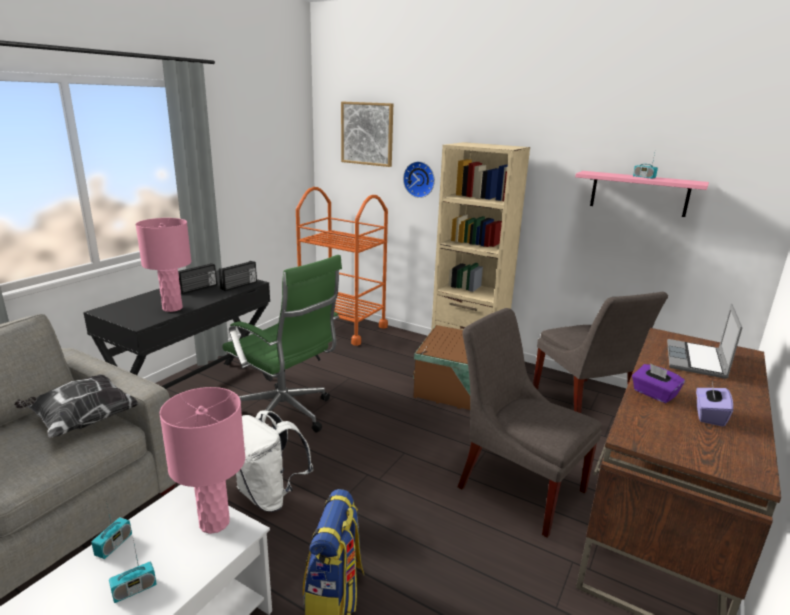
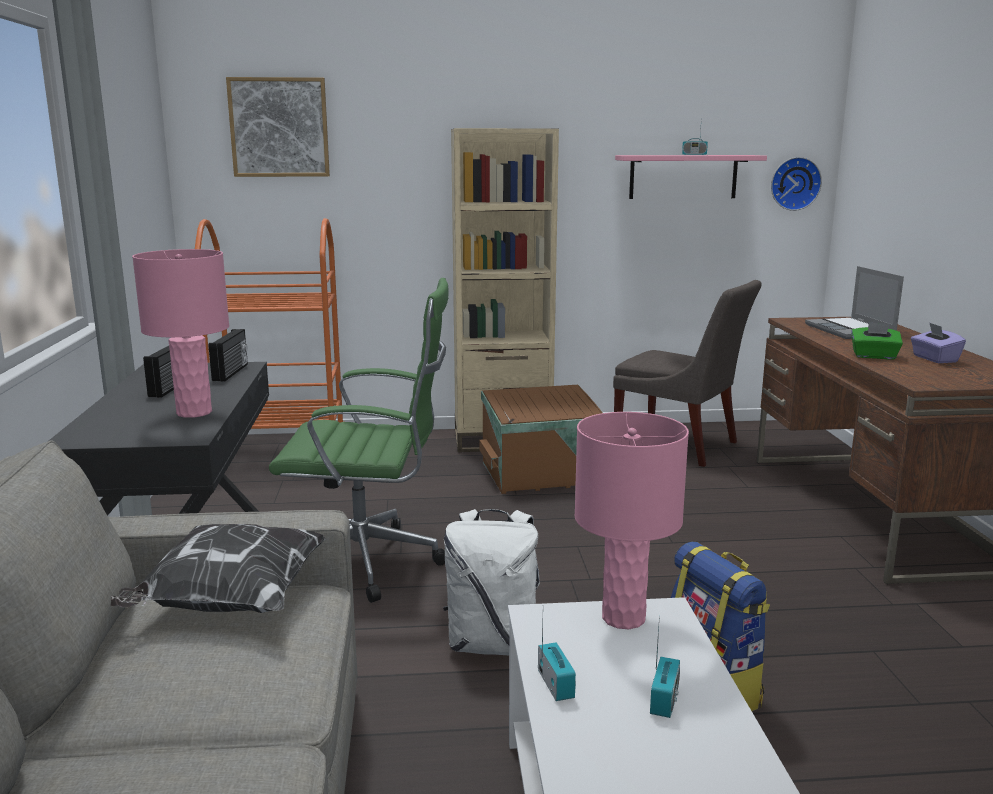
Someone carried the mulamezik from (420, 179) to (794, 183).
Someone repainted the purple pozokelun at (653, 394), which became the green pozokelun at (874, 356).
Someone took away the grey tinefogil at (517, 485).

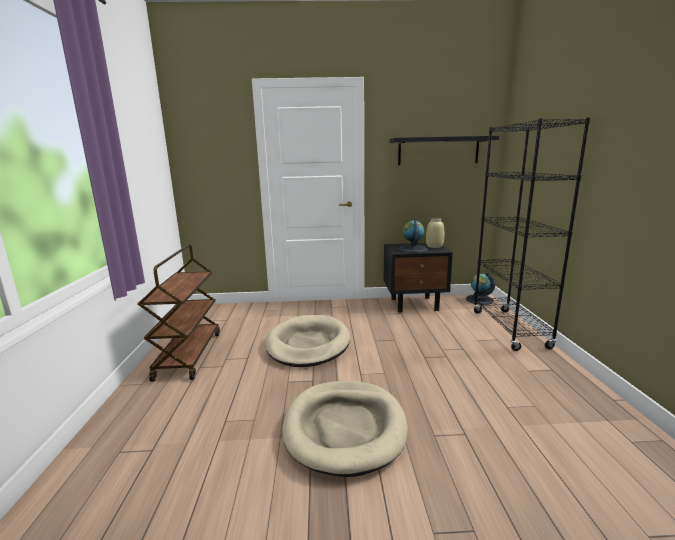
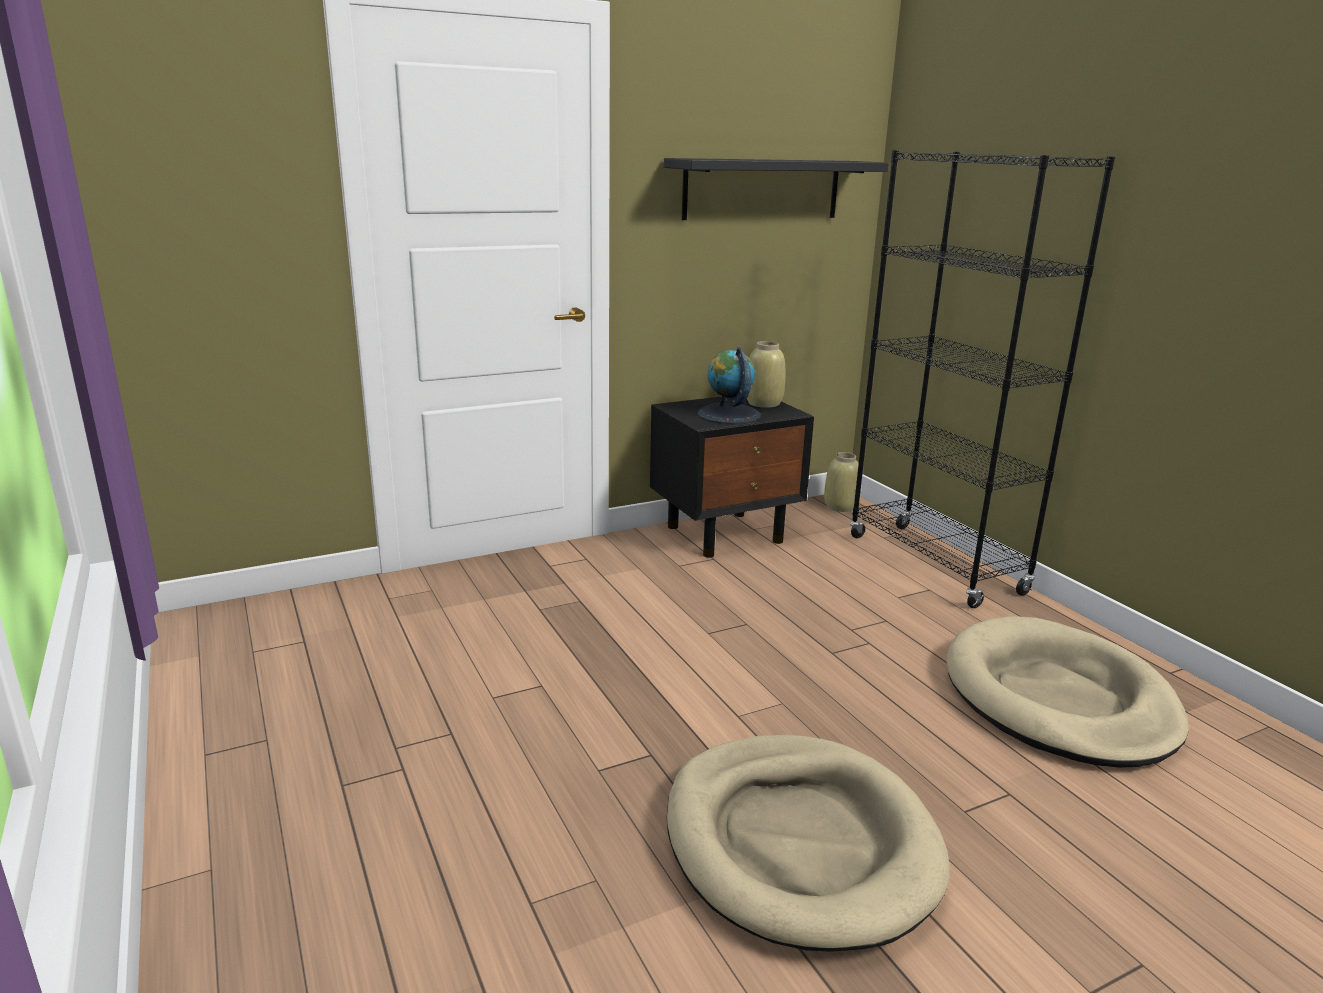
Someone swapped the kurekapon at (479, 299) for the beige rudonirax at (840, 507).
Someone carried the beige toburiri from (308, 344) to (1058, 699).
Someone took away the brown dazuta at (188, 355).

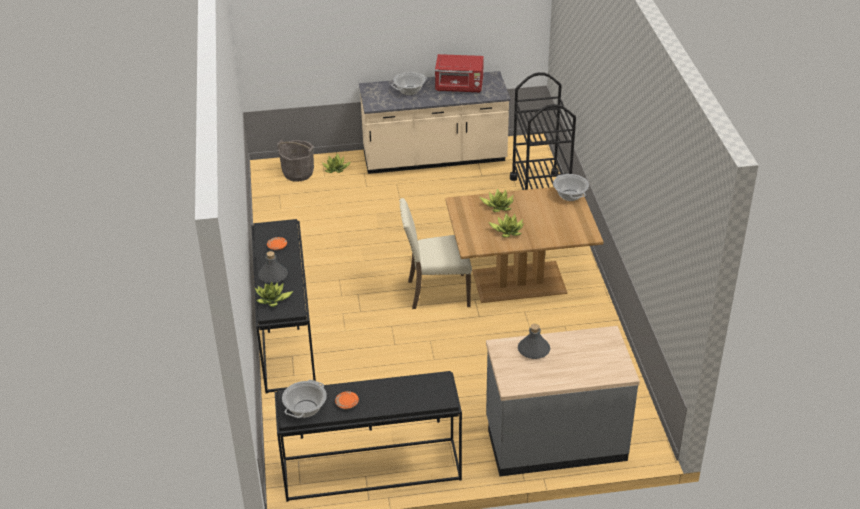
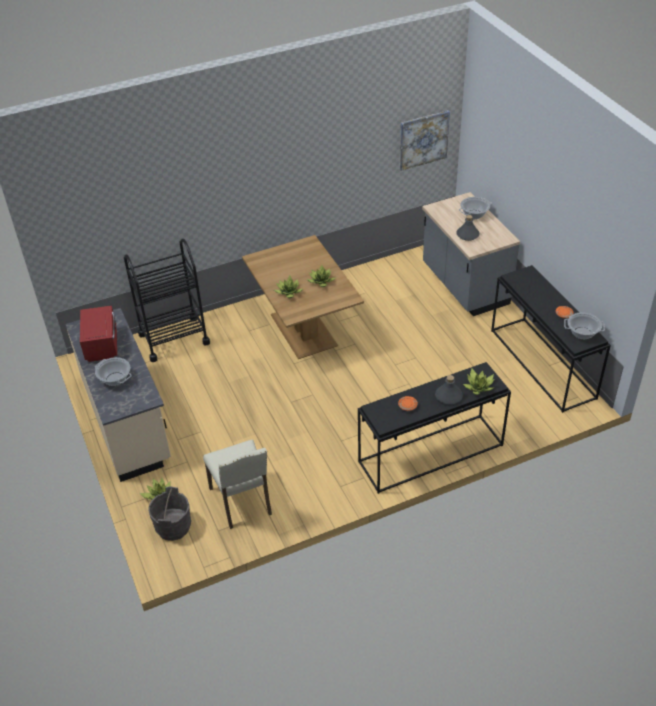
Someone carried the beige tinefogil from (436, 292) to (242, 501).
Someone put up the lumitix at (423, 140).
Someone carried the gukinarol from (570, 195) to (474, 214).

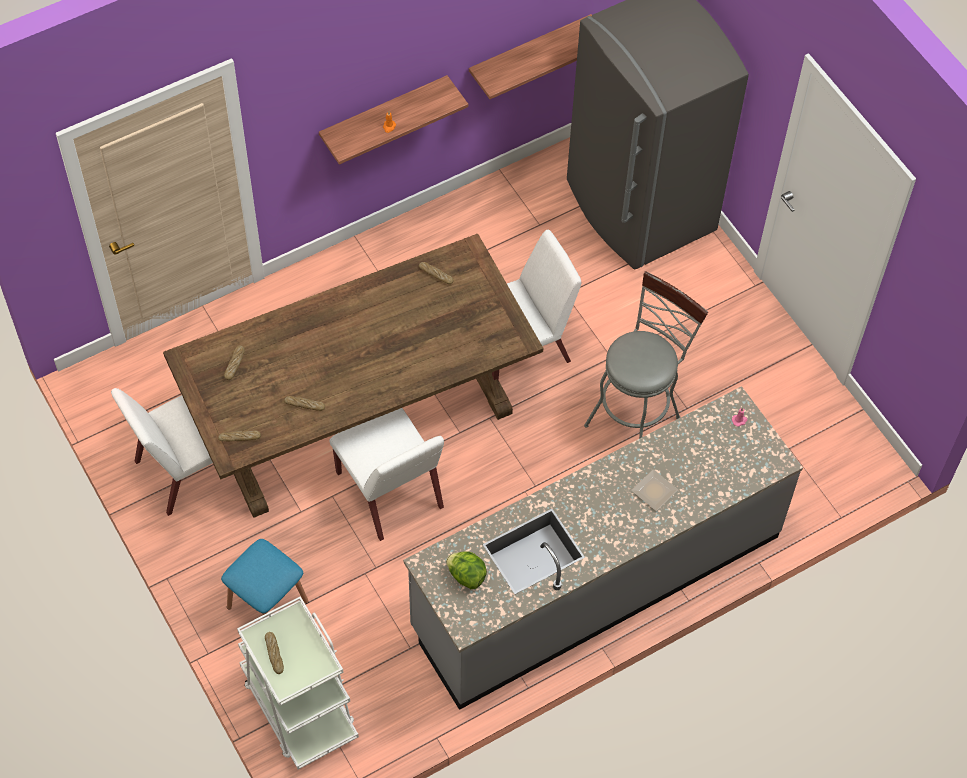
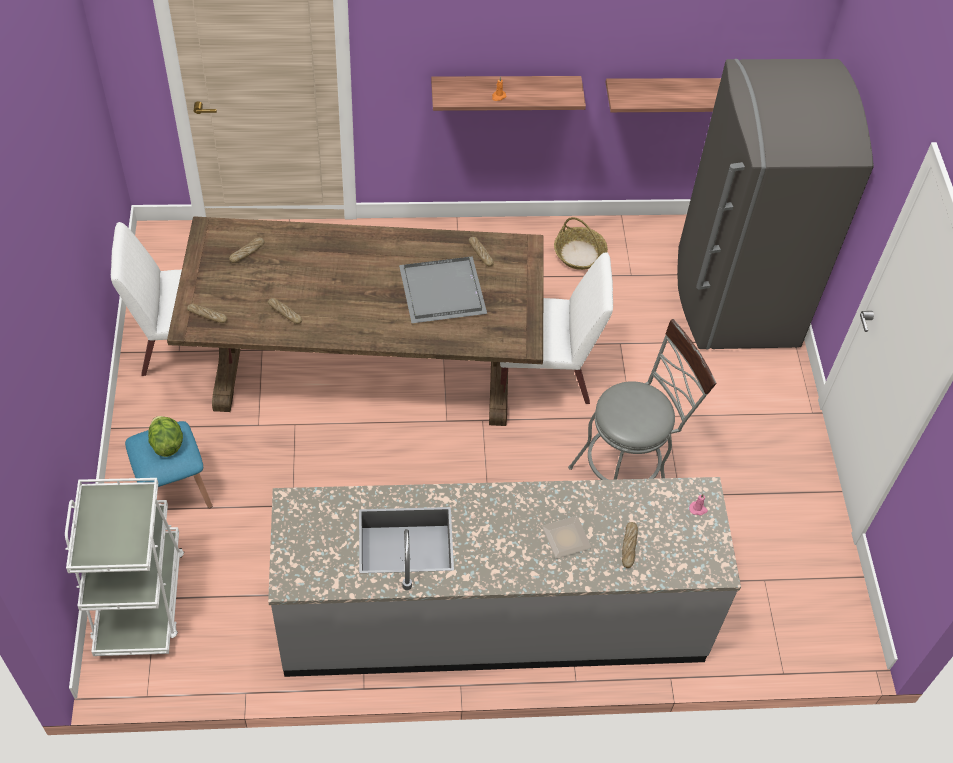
Someone carried the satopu from (466, 575) to (166, 443).
Someone put down the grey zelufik at (444, 292).
Someone put down the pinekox at (579, 254).
Someone carried the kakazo from (274, 654) to (629, 547).
Someone took away the white tinefogil at (390, 491).

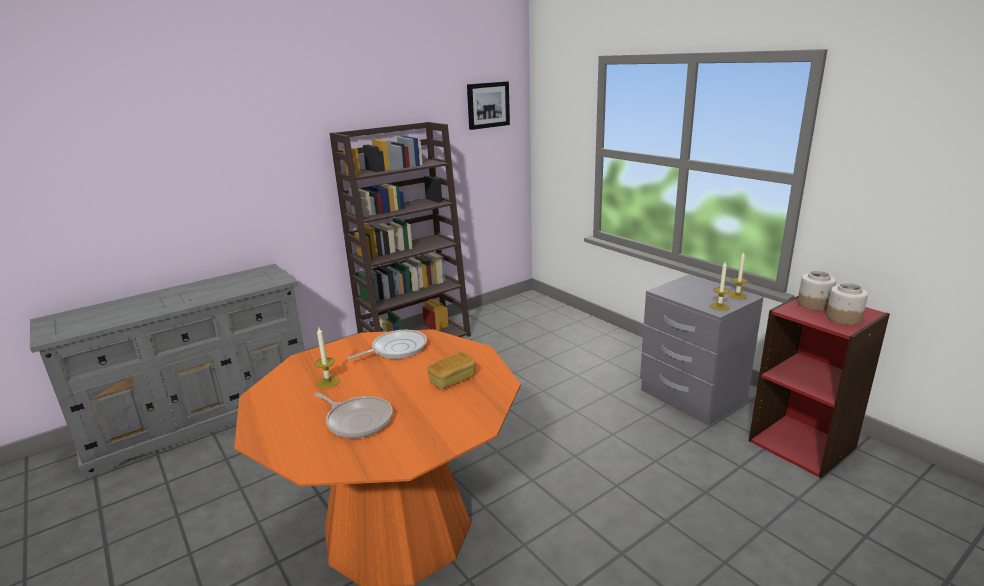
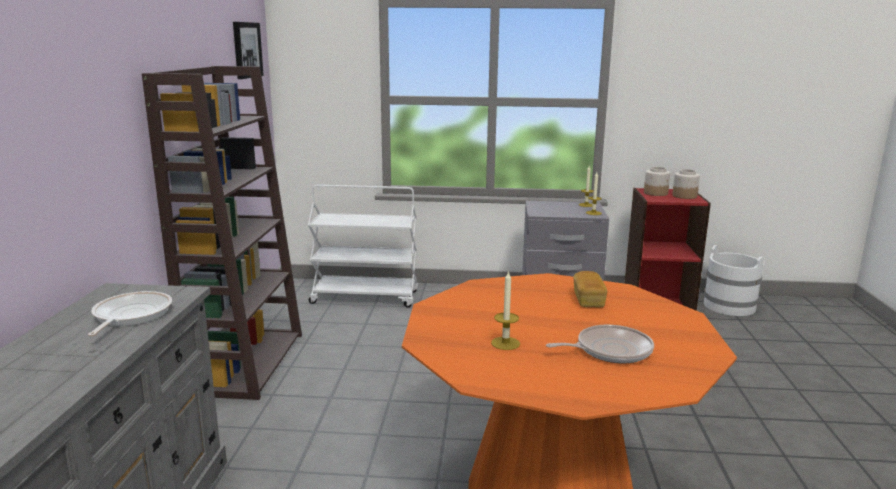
Someone carried the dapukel from (396, 349) to (130, 316).
Someone put down the white dazuta at (366, 297).
Someone put down the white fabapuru at (729, 306).

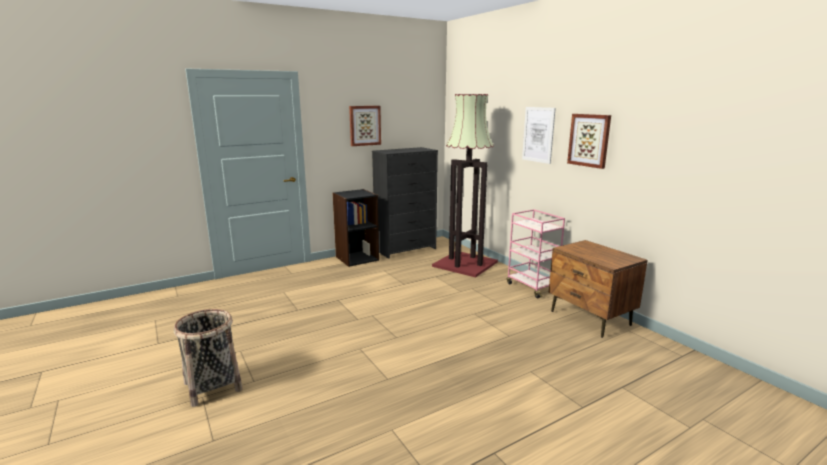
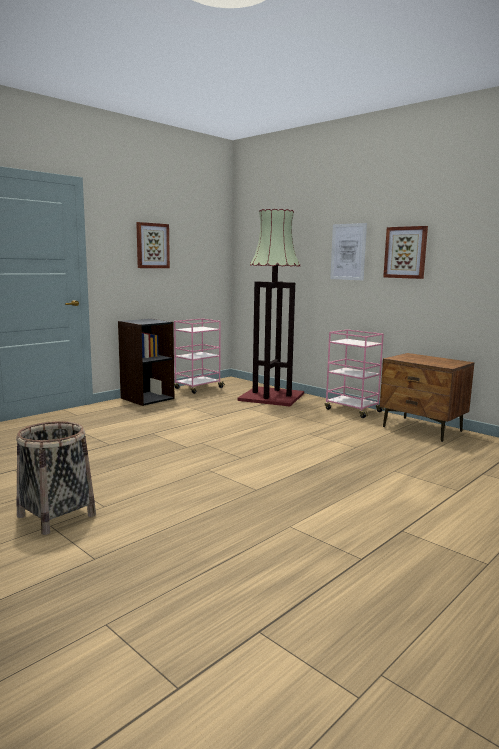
Someone swapped the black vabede at (406, 249) for the pink dazuta at (198, 388).

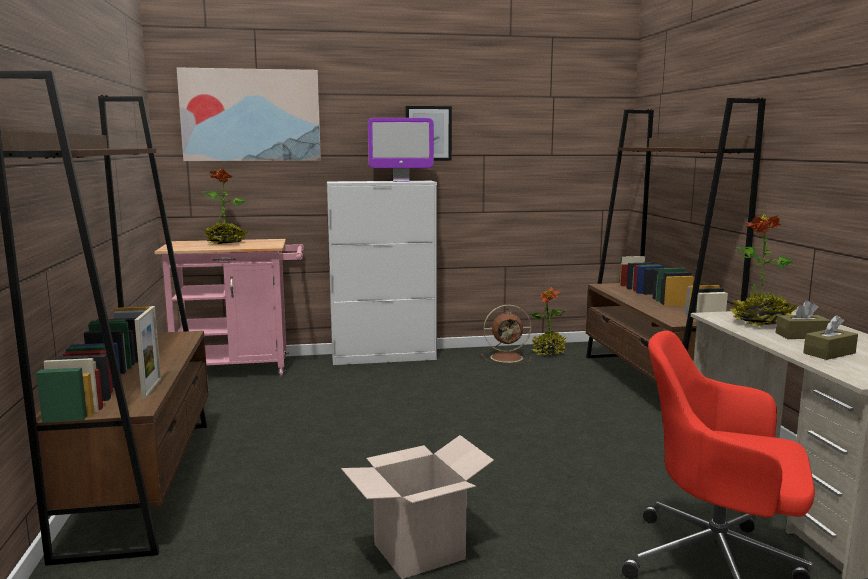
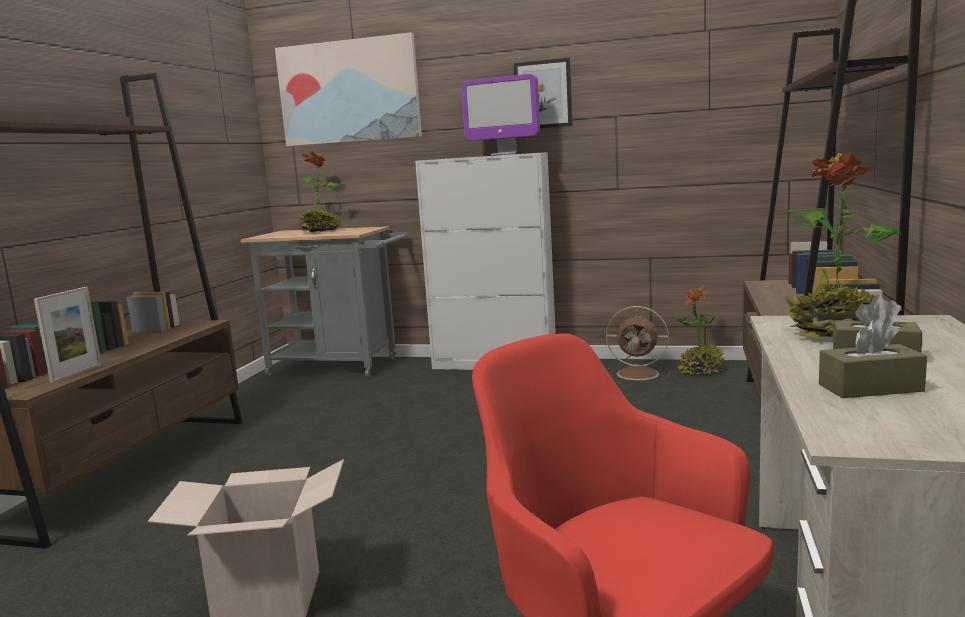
Someone repainted the pink dazuta at (241, 369), which became the grey dazuta at (340, 366).

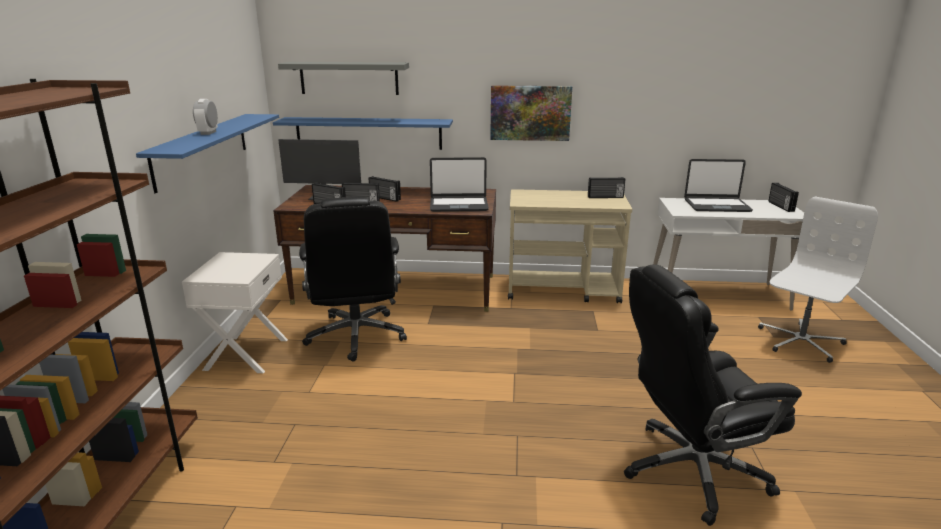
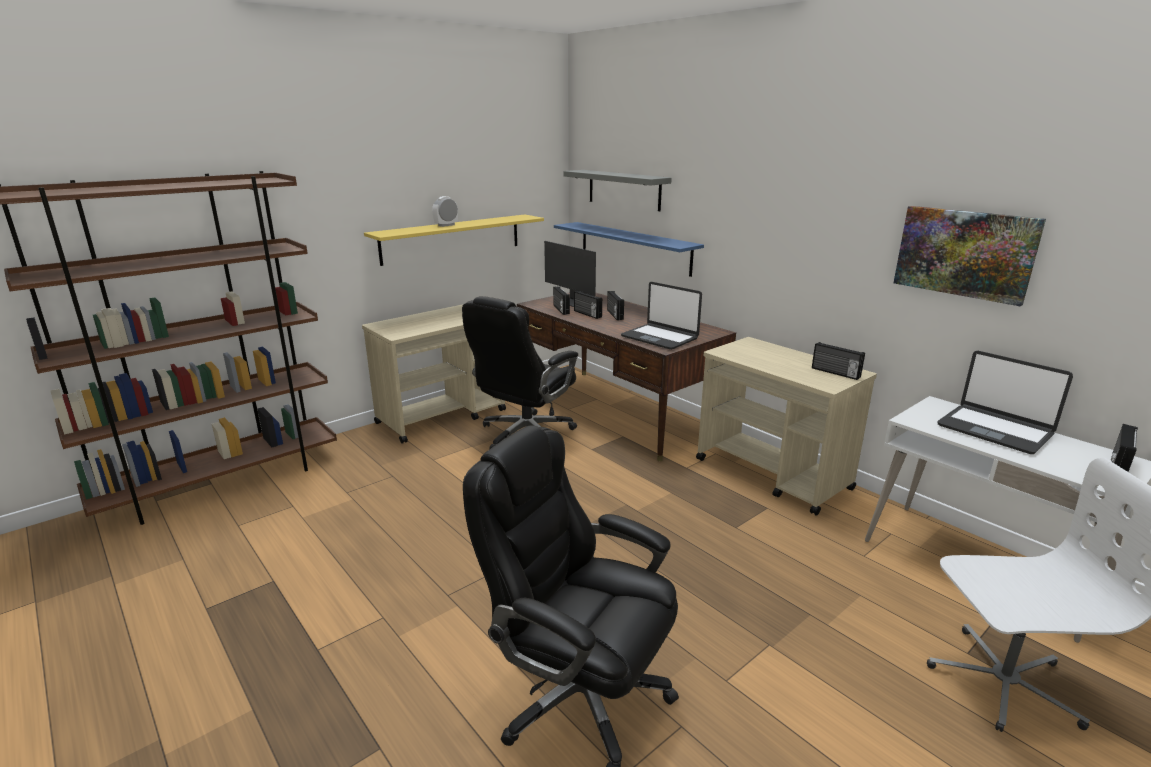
Someone swapped the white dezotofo at (245, 354) for the beige dazuta at (442, 416).
Someone repainted the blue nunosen at (202, 149), which became the yellow nunosen at (452, 239).
Someone carried the lumitix from (530, 113) to (964, 253).

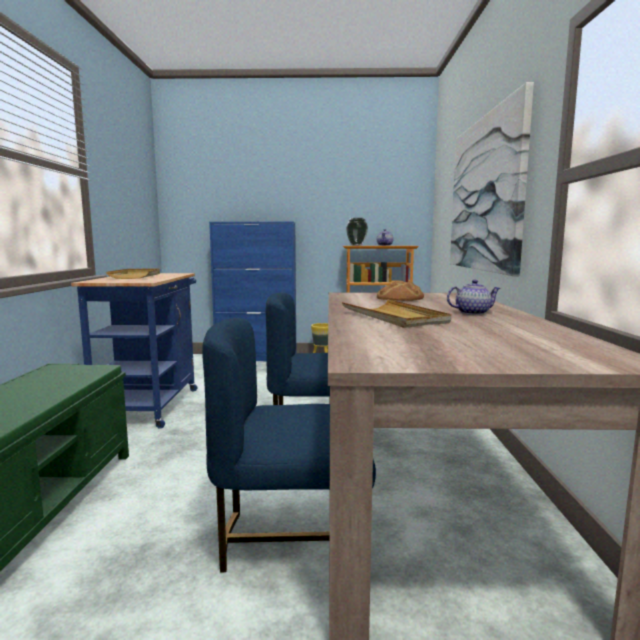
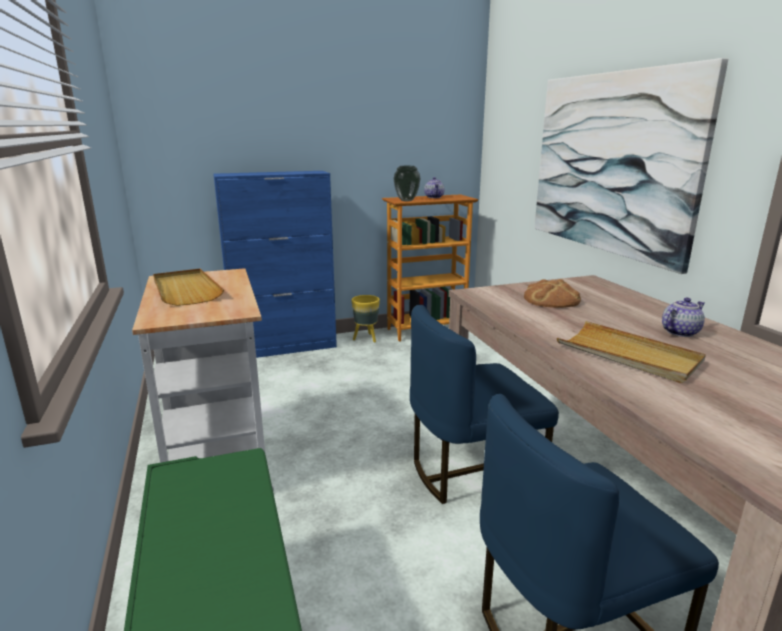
Someone repainted the blue dazuta at (151, 404), which became the white dazuta at (218, 453).

